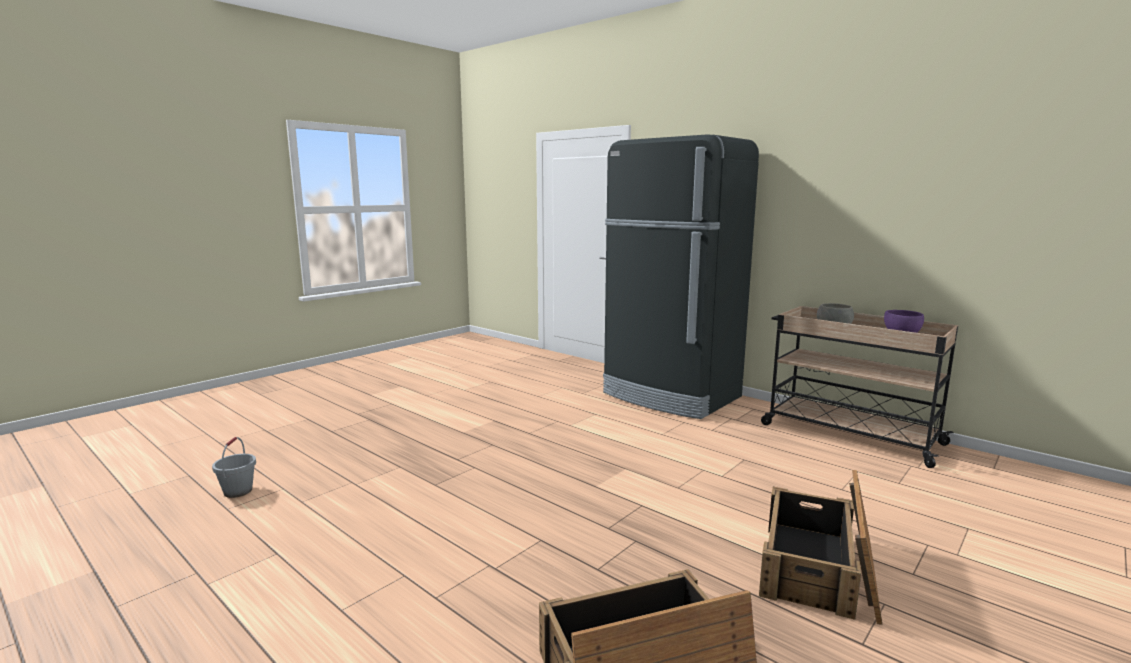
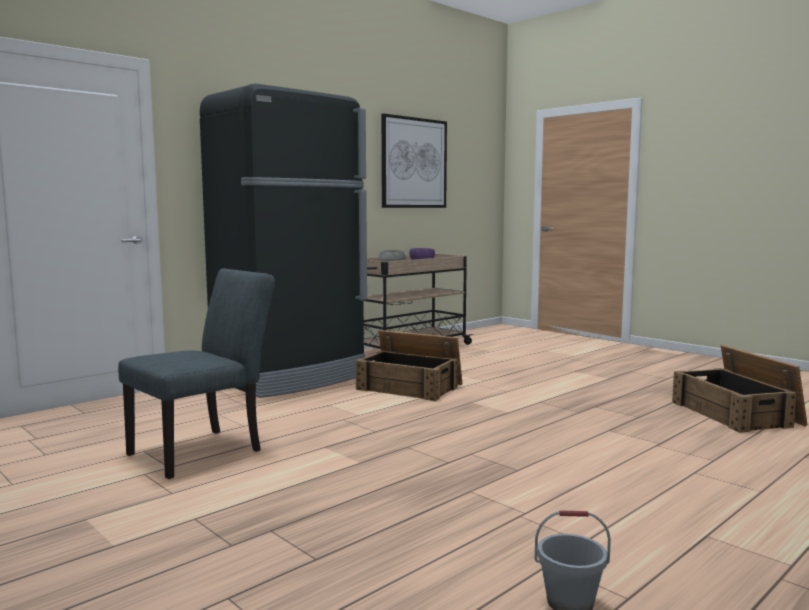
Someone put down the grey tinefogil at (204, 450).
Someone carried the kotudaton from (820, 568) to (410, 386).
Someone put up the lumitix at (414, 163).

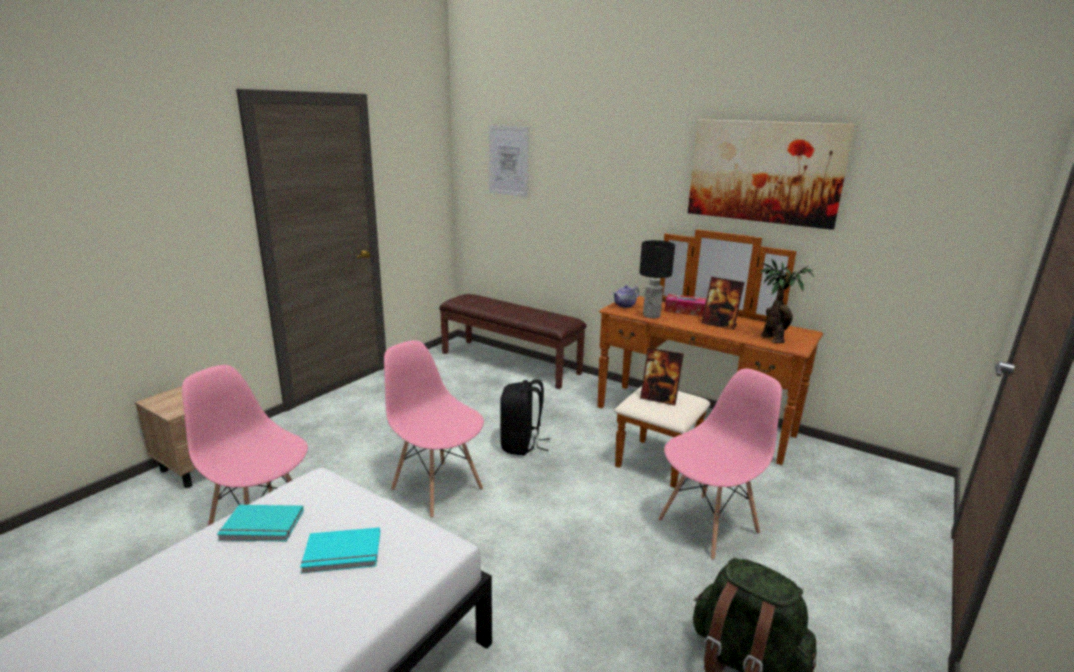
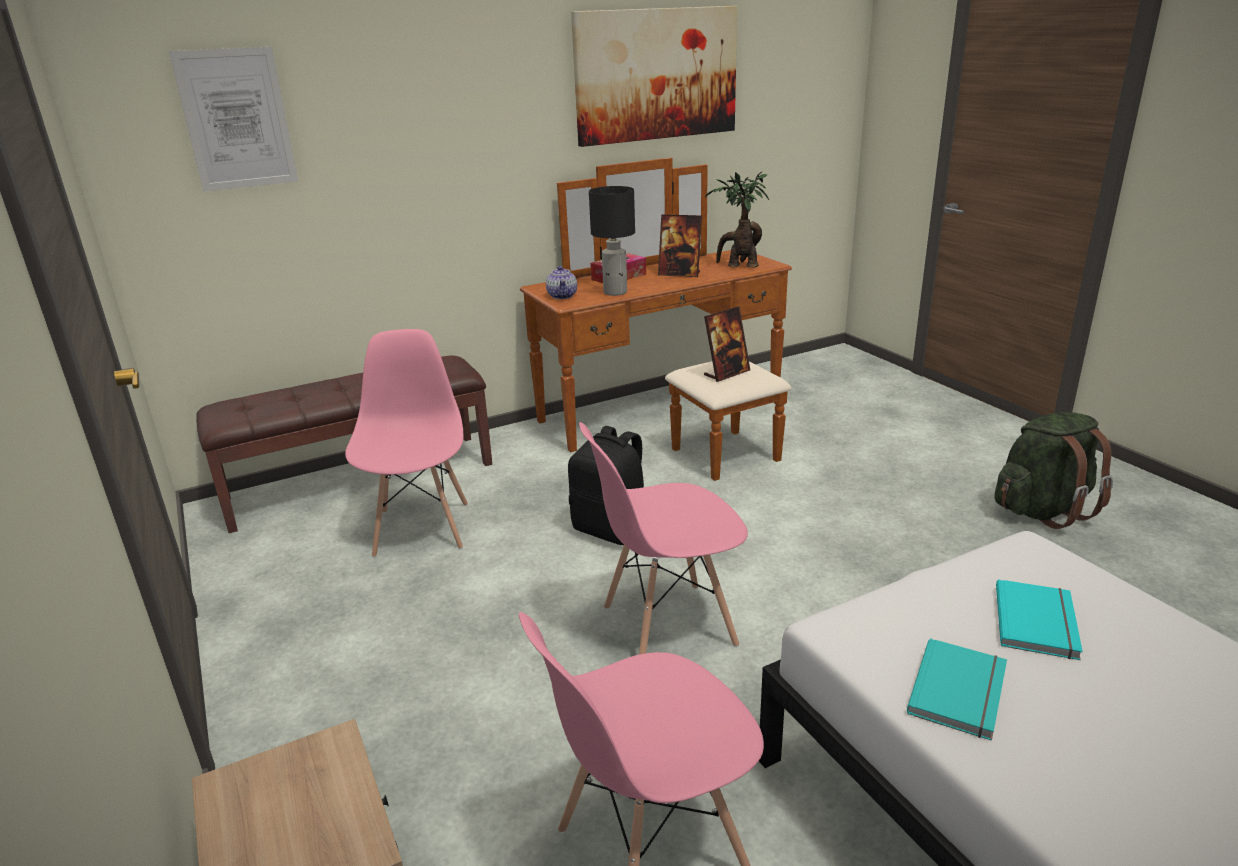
Someone carried the pink tinefogil from (709, 526) to (422, 528).
Someone rotated the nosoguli at (719, 325) by 45 degrees clockwise.

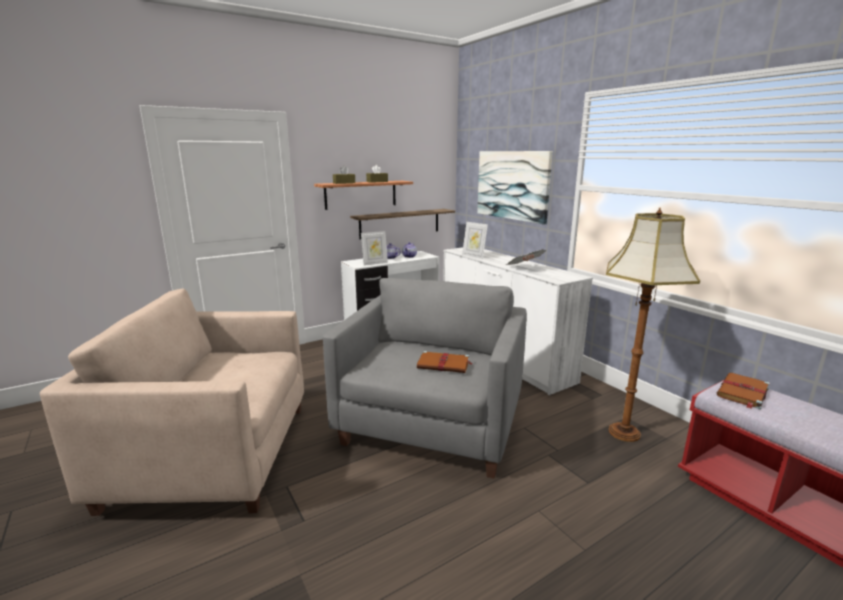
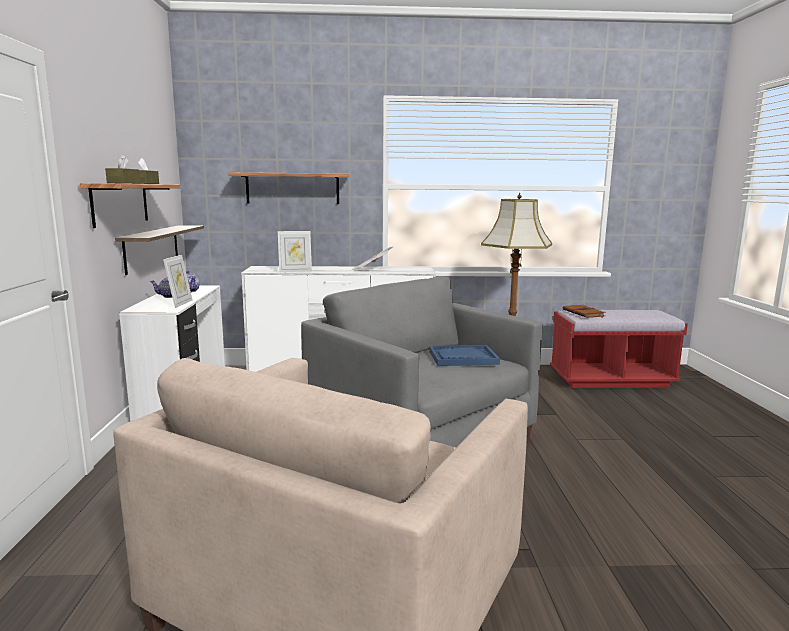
Someone swapped the lumitix at (512, 185) for the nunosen at (292, 188).
Someone swapped the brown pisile at (444, 364) for the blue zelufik at (463, 358).

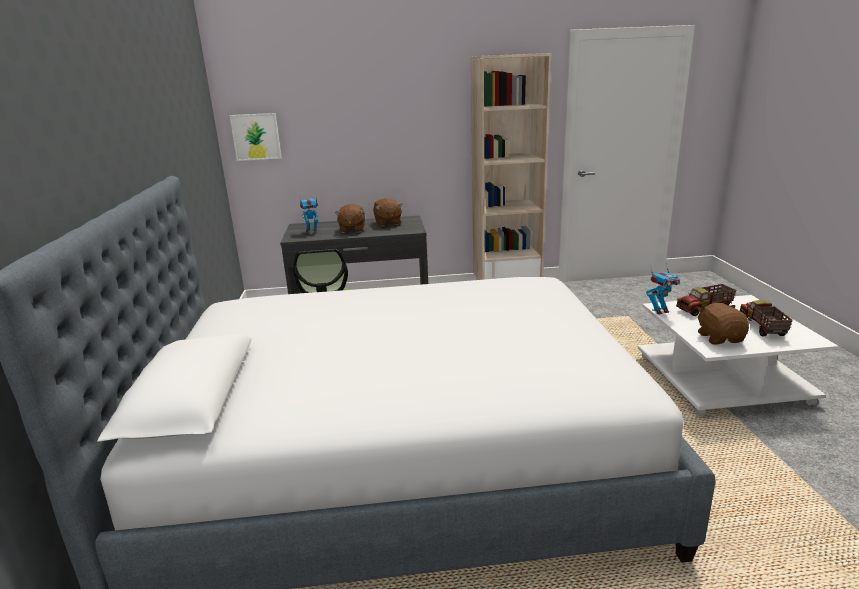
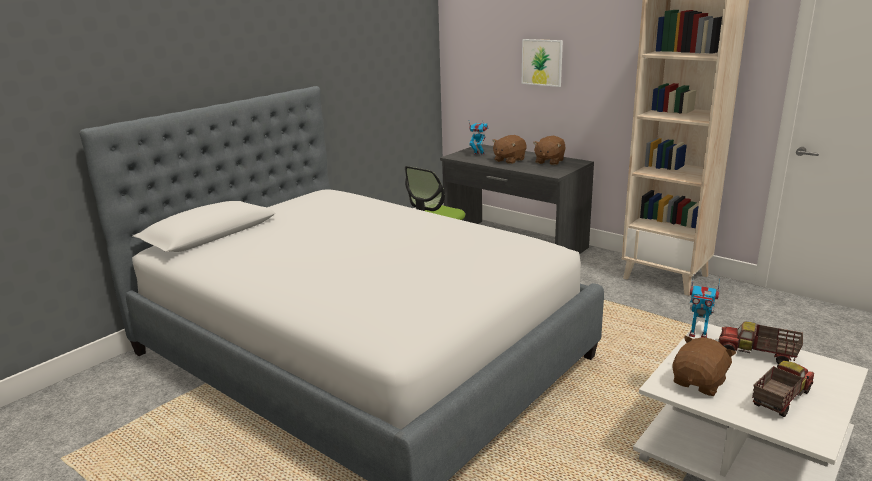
Someone carried the lumitix from (256, 137) to (542, 62).

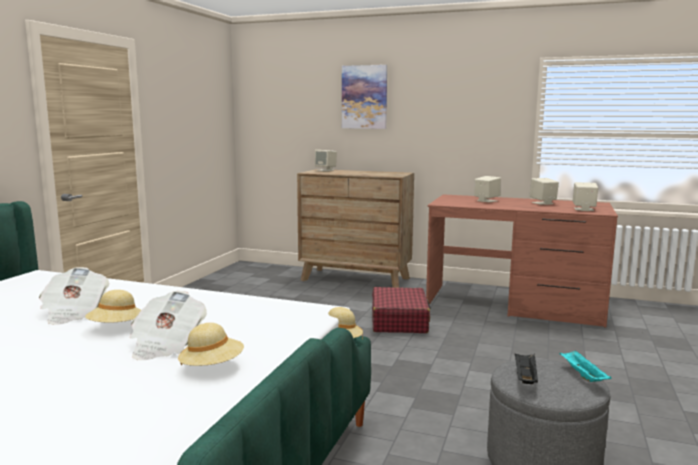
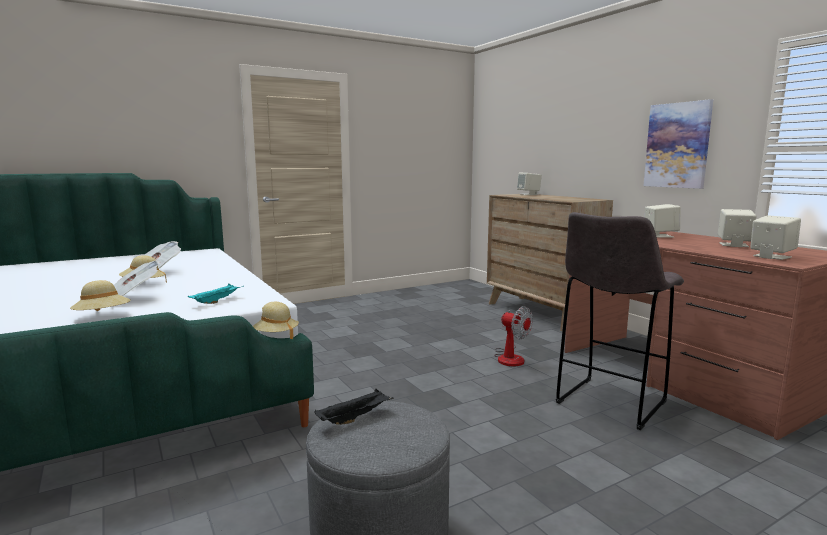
Someone carried the turquoise zelufik from (582, 375) to (217, 301).
Someone swapped the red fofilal at (399, 321) for the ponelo at (510, 357).
Someone put down the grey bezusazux at (609, 403).
Someone carried the lumitix from (364, 97) to (677, 145).

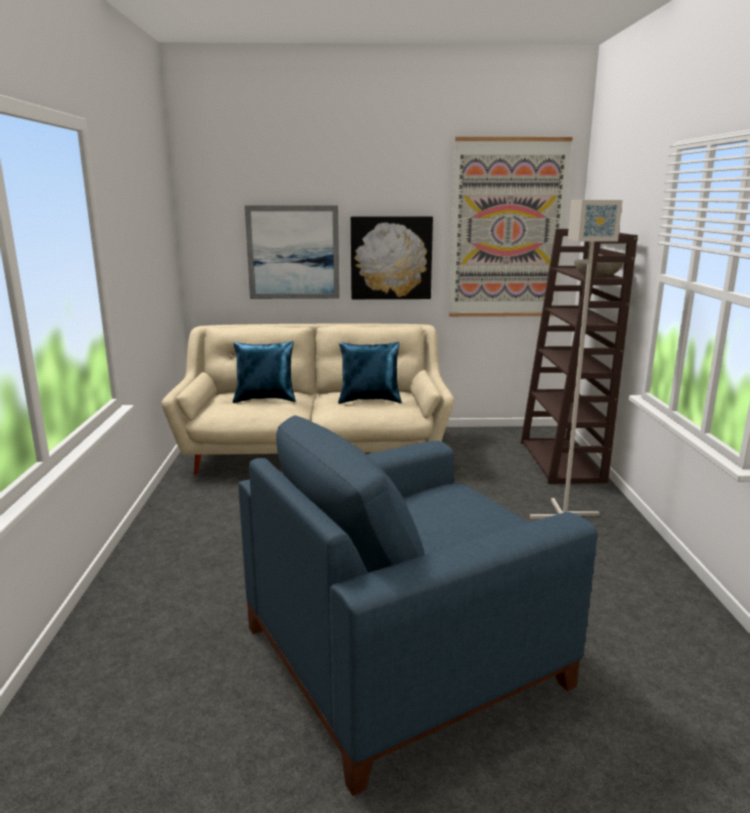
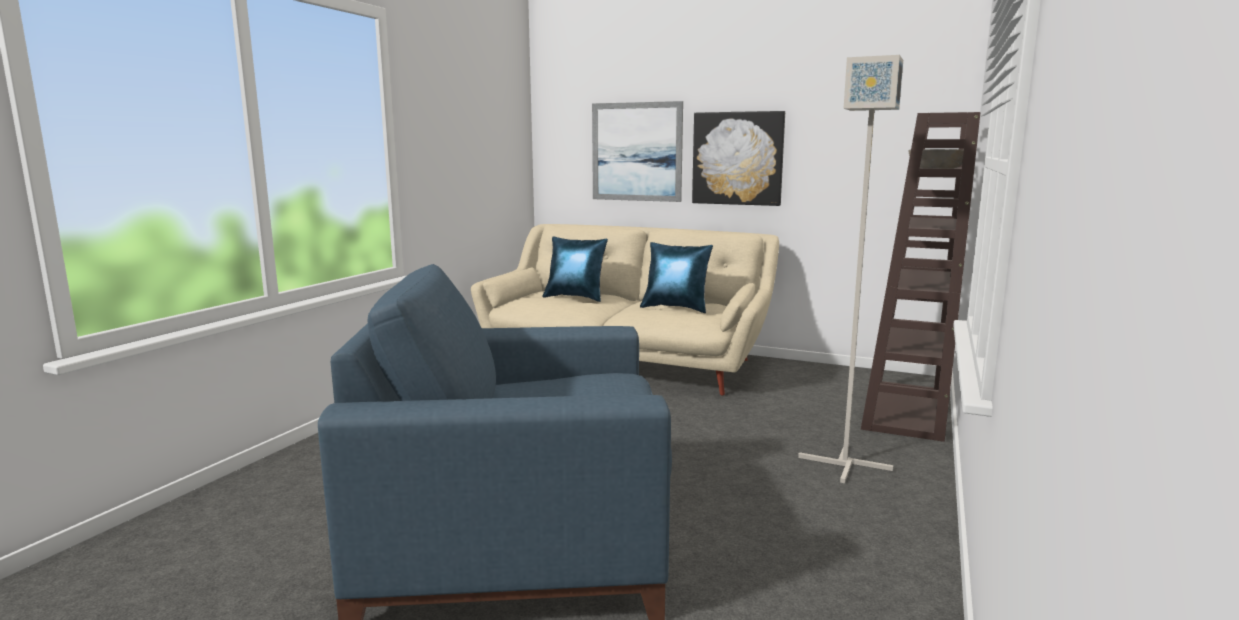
Someone took away the lumitix at (507, 230).

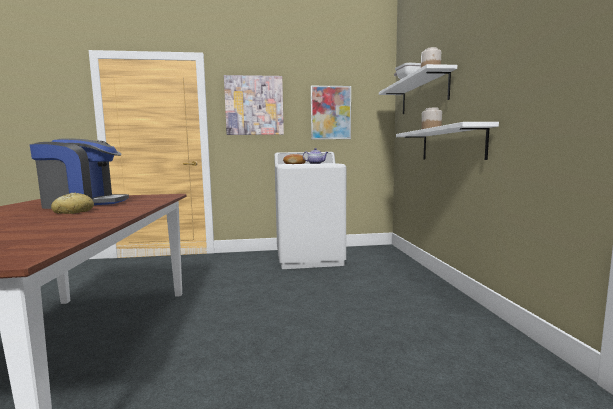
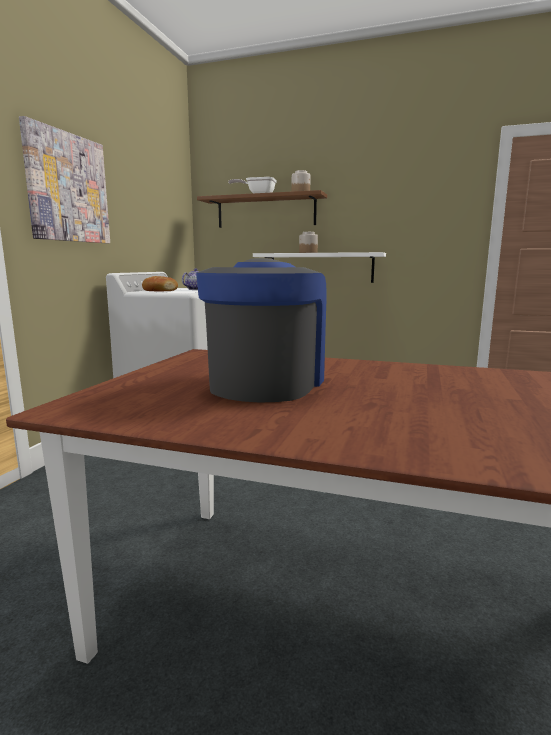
Someone repainted the white nunosen at (423, 94), which became the brown nunosen at (266, 212).
Someone took away the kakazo at (73, 212).
Someone took away the lumitix at (330, 113).

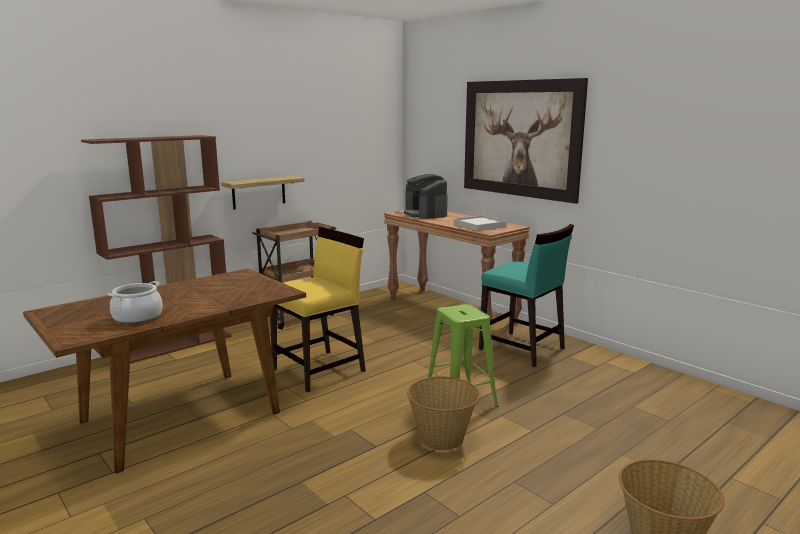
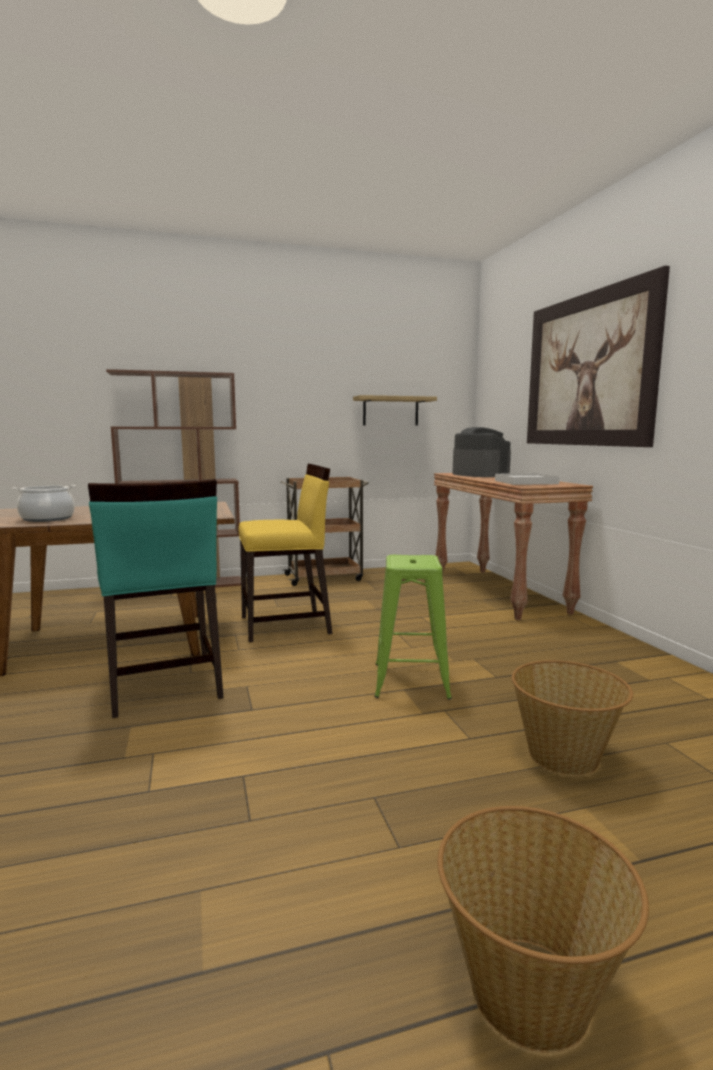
Someone carried the turquoise tinefogil from (522, 349) to (164, 685).
Someone carried the nunosen from (259, 192) to (390, 411).
Someone rotated the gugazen at (425, 214) by 150 degrees clockwise.
Someone carried the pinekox from (442, 438) to (565, 756).

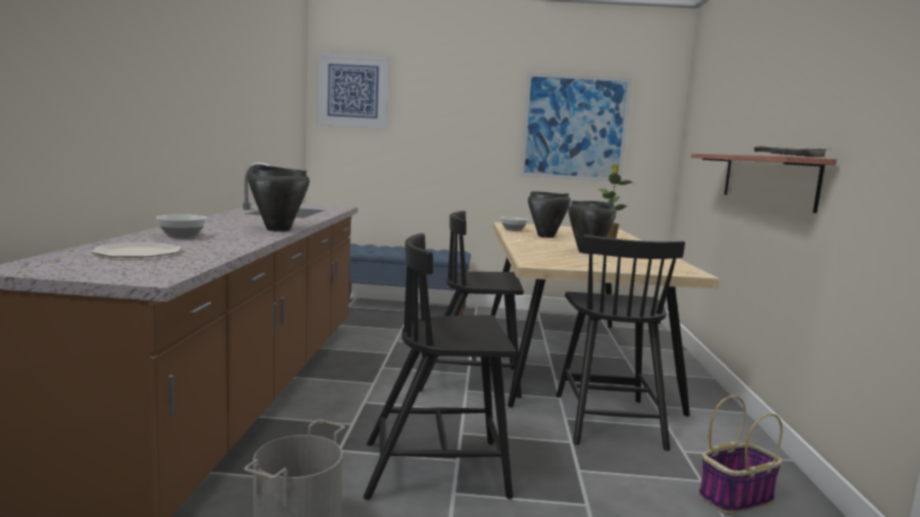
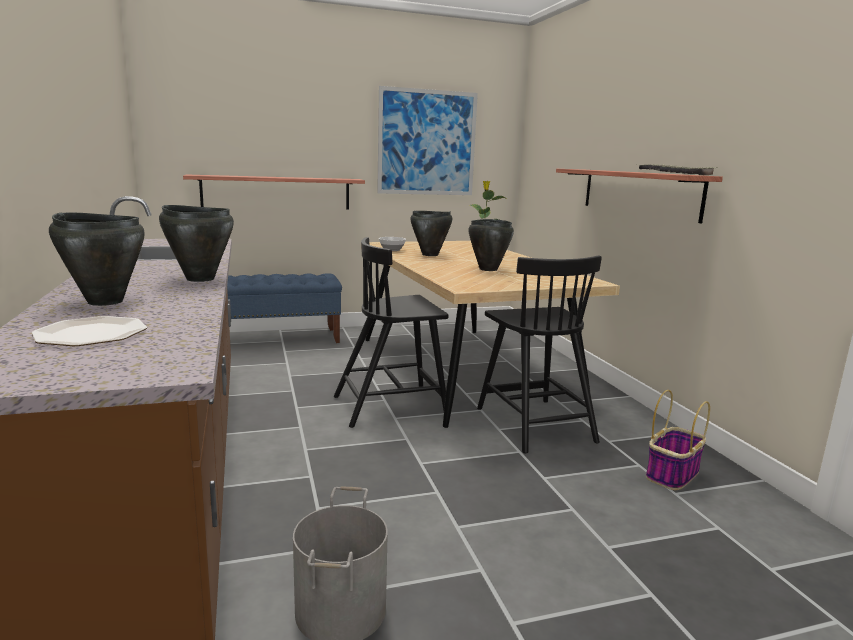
Someone swapped the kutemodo at (182, 236) for the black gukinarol at (105, 301).
Someone put up the nunosen at (276, 192).
Someone took away the lumitix at (353, 91).
Someone took away the black tinefogil at (438, 469).

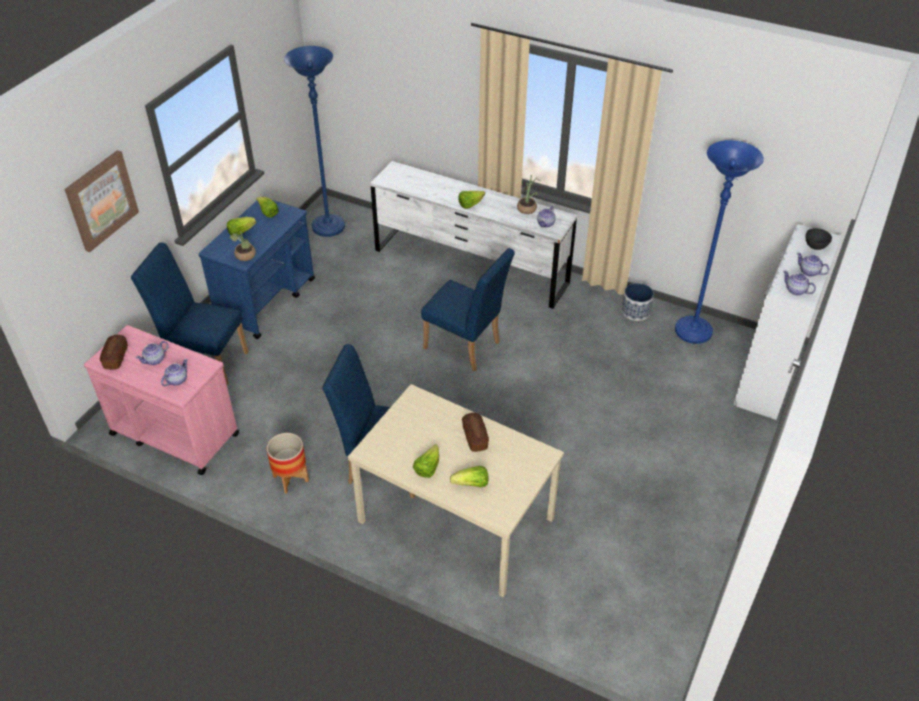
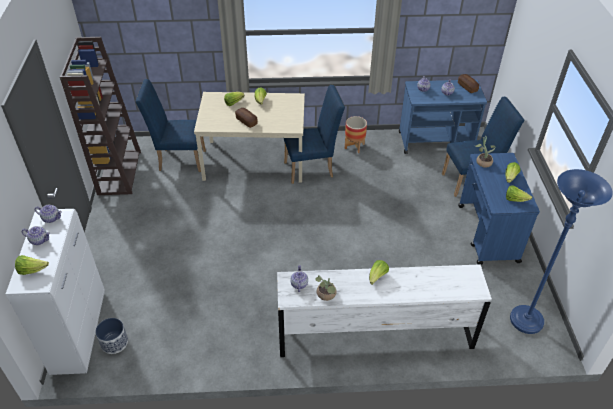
Someone swapped the grey kutemodo at (815, 246) for the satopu at (32, 270).
Someone put down the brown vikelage at (119, 172).
Someone carried the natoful from (635, 312) to (114, 342).
Someone carried the blue tinefogil from (466, 347) to (178, 159).
Someone repainted the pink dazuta at (174, 434), which became the blue dazuta at (436, 142).
Someone took away the lumitix at (101, 200).
Someone took away the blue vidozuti at (693, 332).

